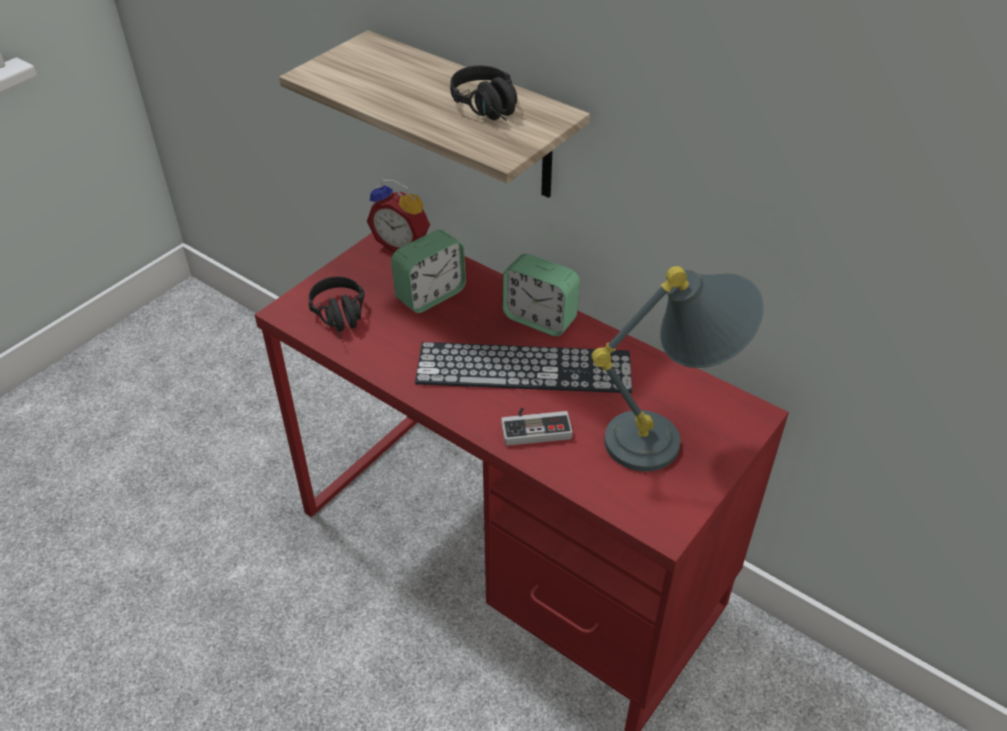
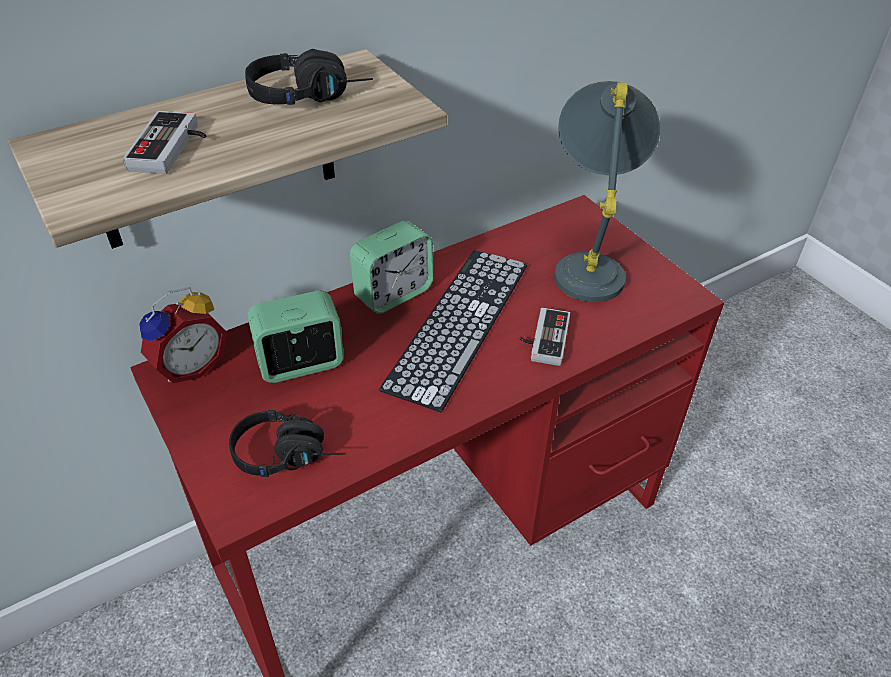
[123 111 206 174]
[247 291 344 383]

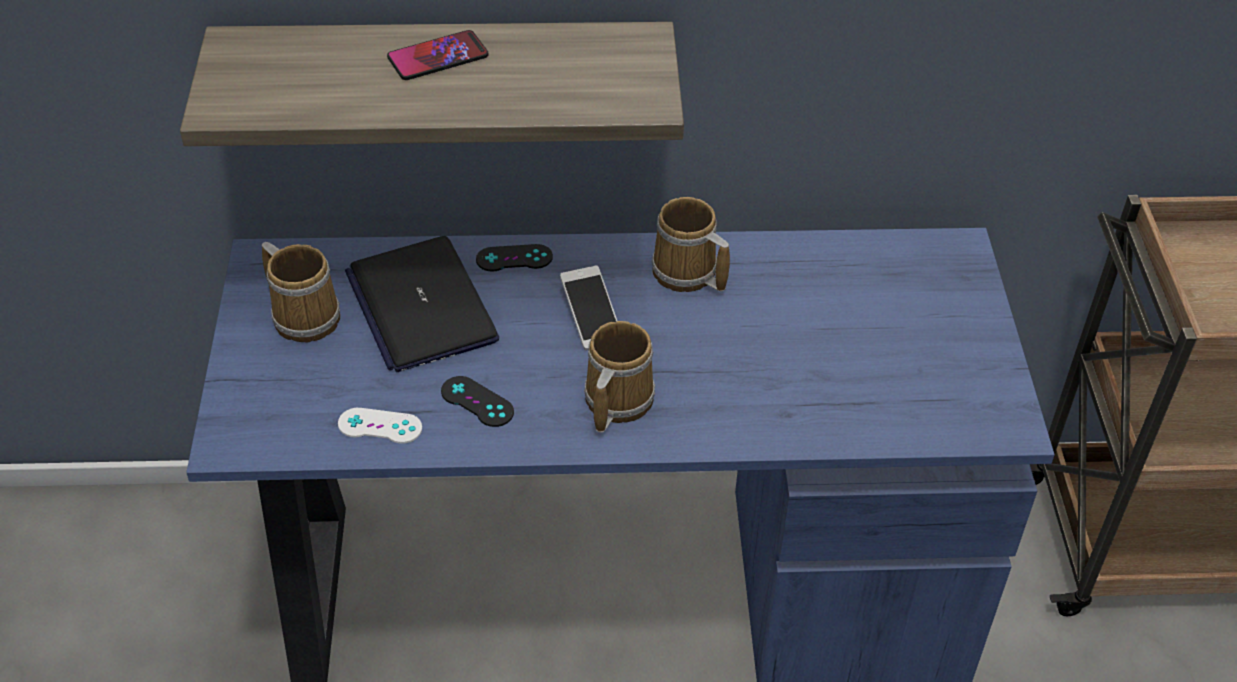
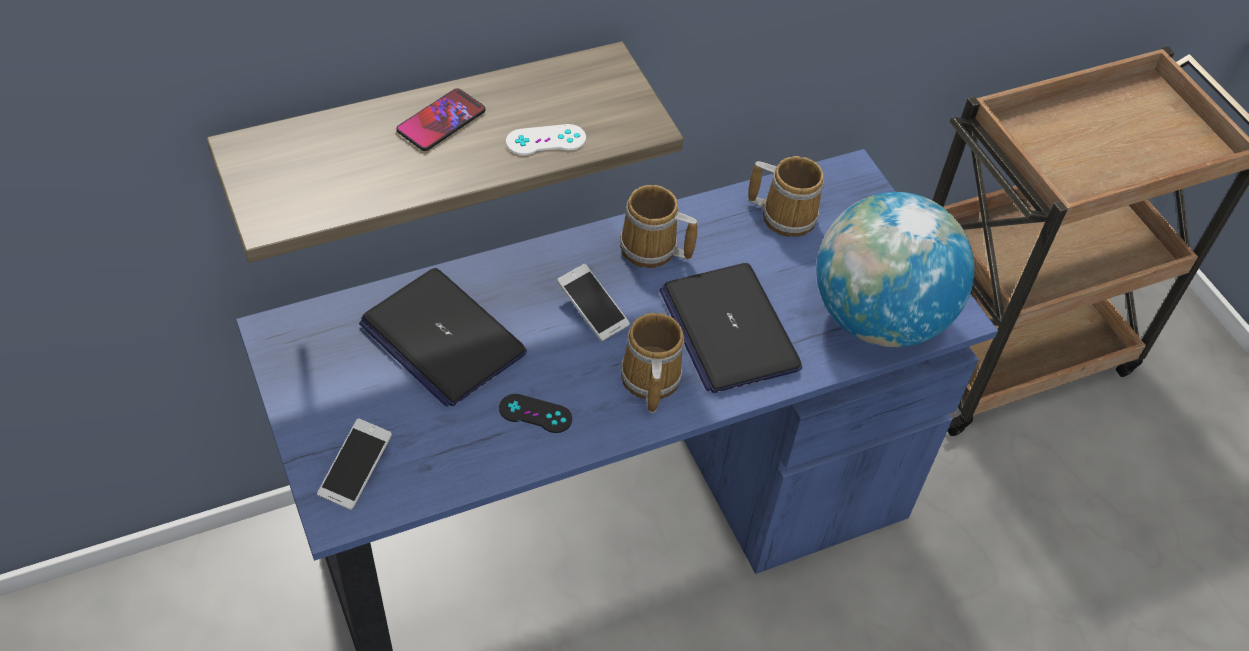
[317 418 392 510]
[506 124 586 155]
[659 263 802 393]
[748 156 824 237]
[817 192 974 347]
[476 244 553 272] (first image)

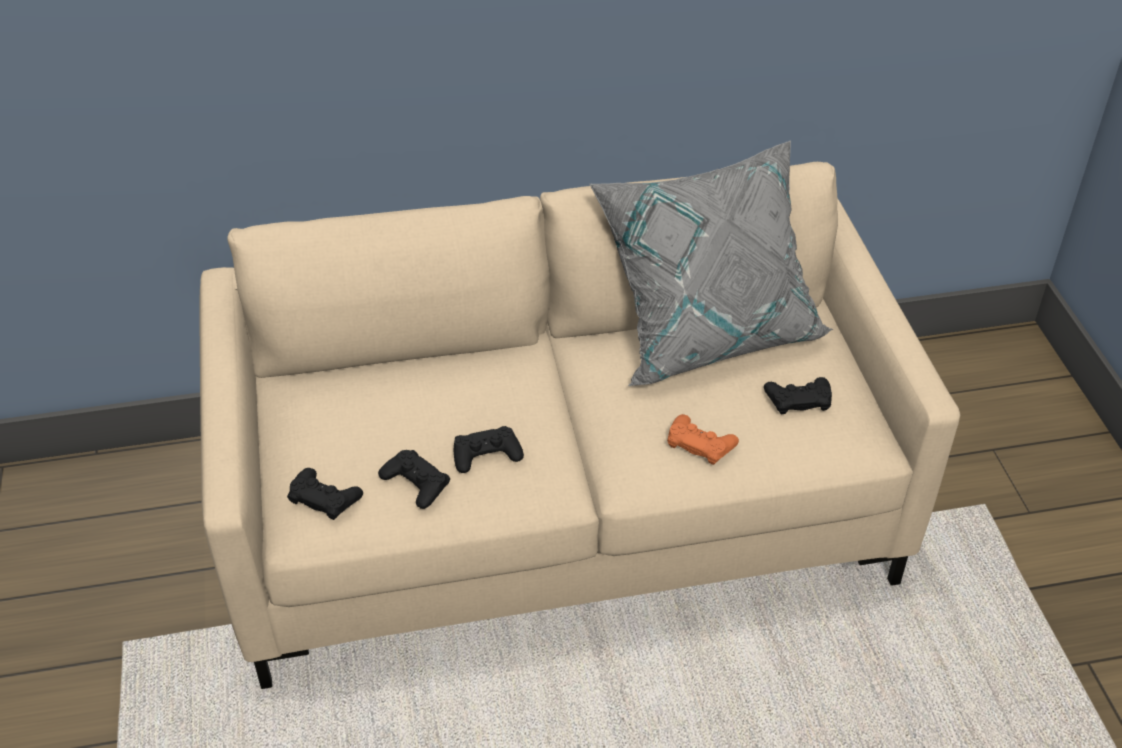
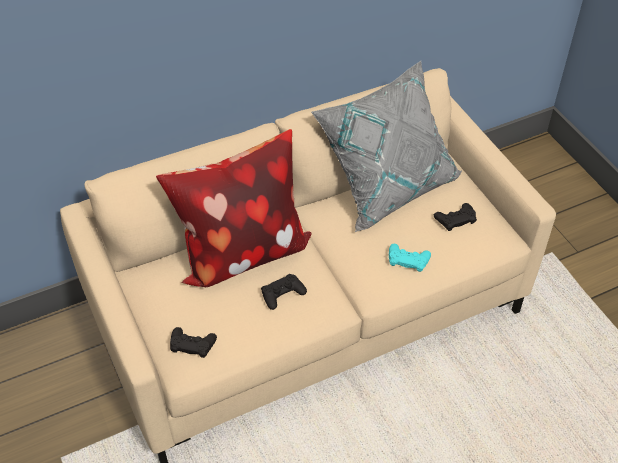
[156 129 312 287]
[389 244 431 272]
[378 450 450 509] (first image)

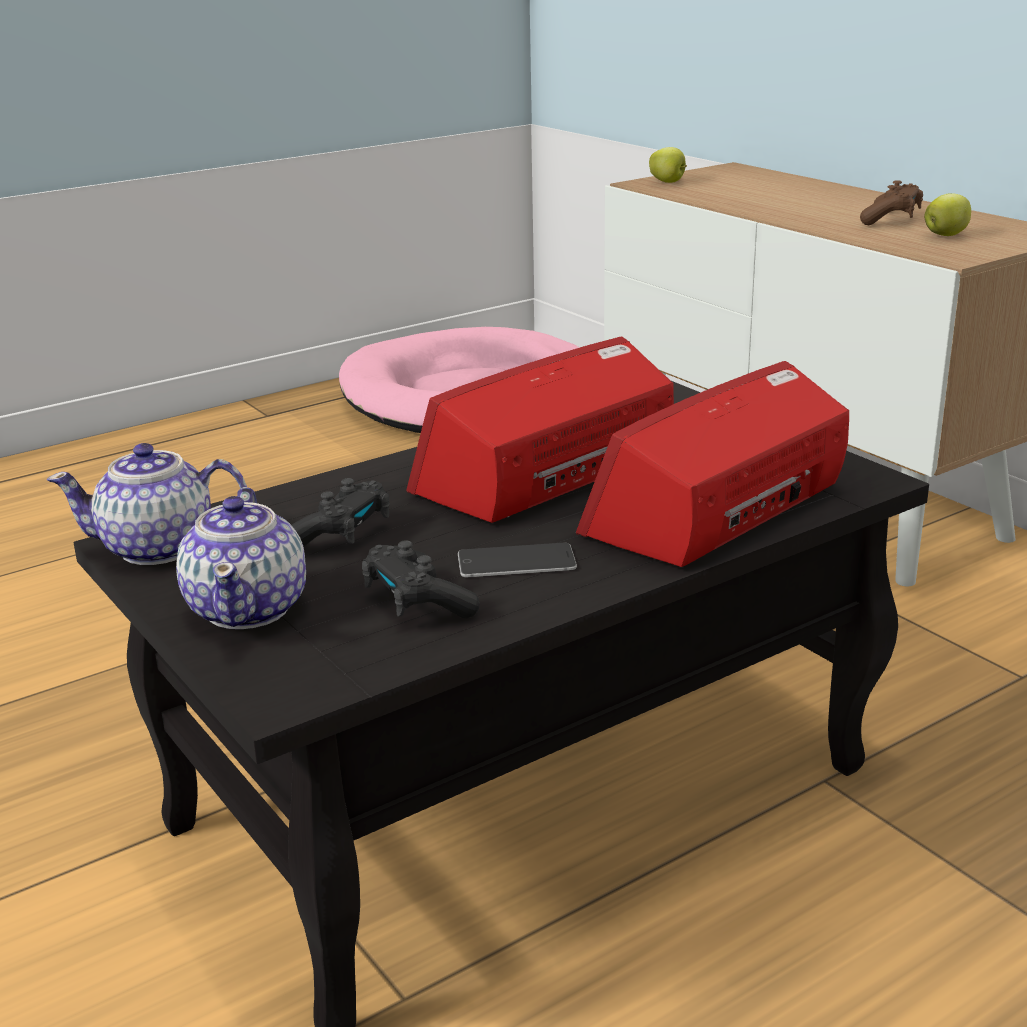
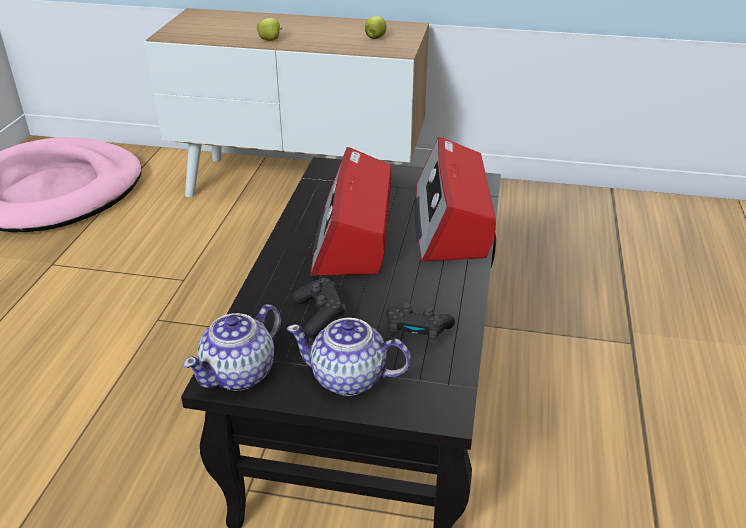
[257 18 283 41]
[286 318 411 396]
[458 543 577 577] (first image)
[860 180 923 225] (first image)

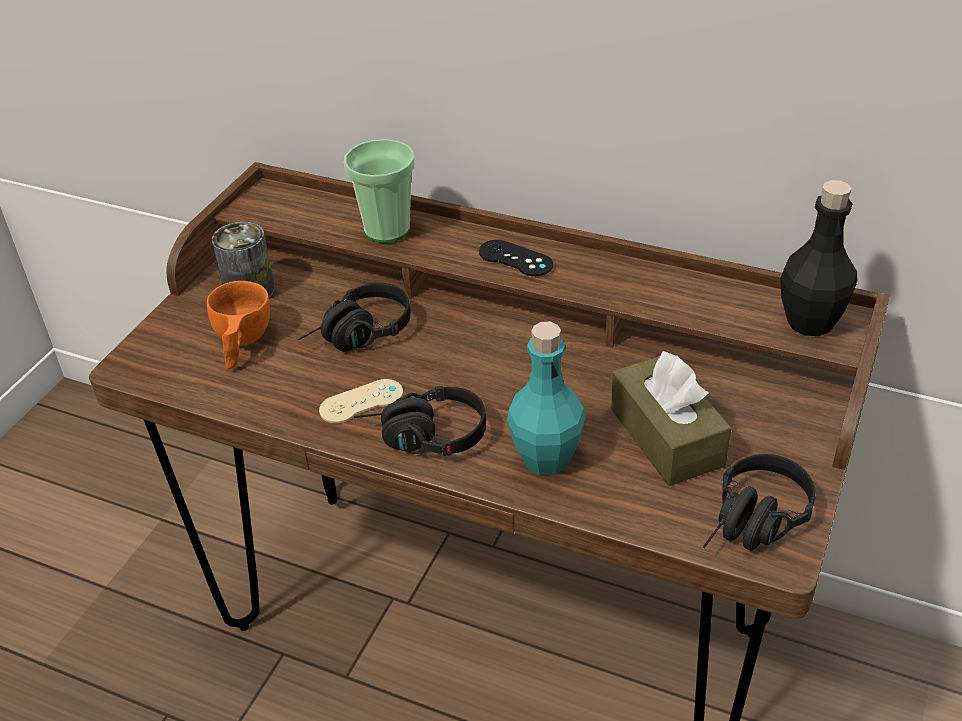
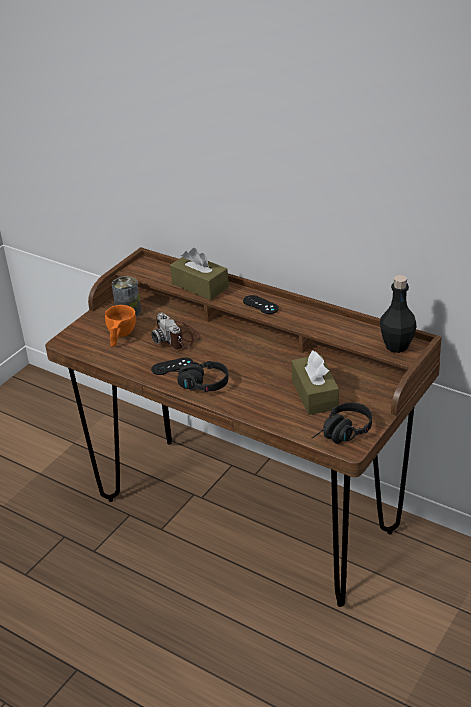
[151 313 201 349]
[151 357 193 375]
[170 248 229 300]
[507 322 586 475] (first image)

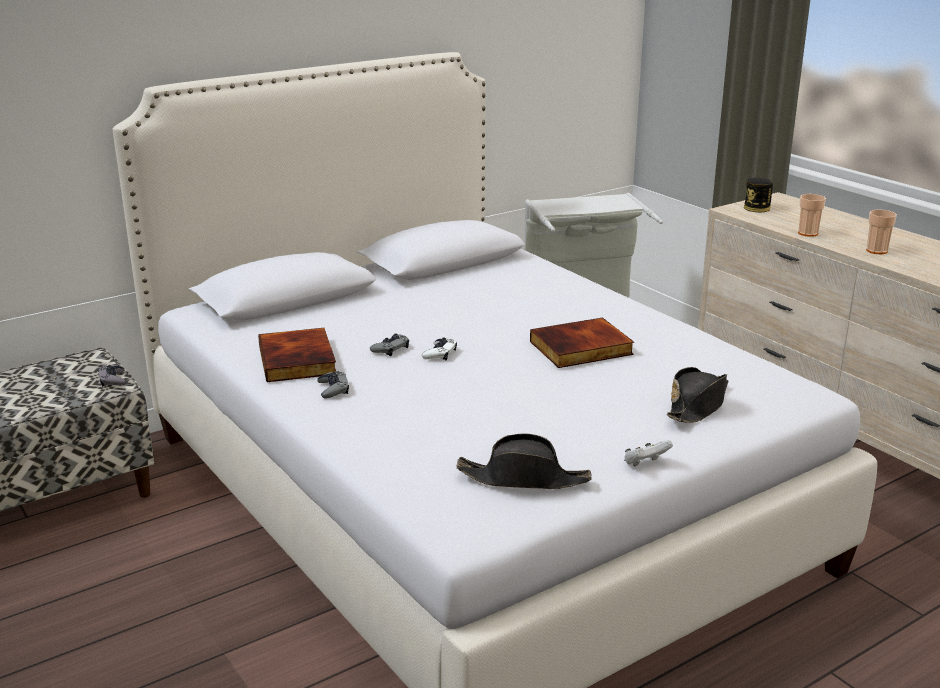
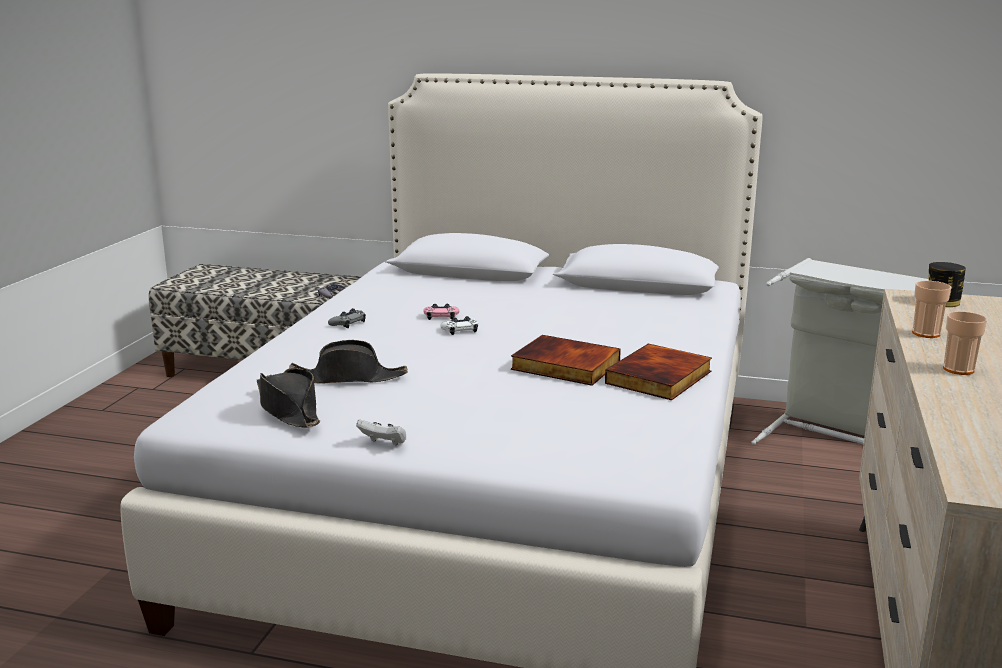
[289 340 407 384]
[423 304 459 320]
[605 344 712 400]

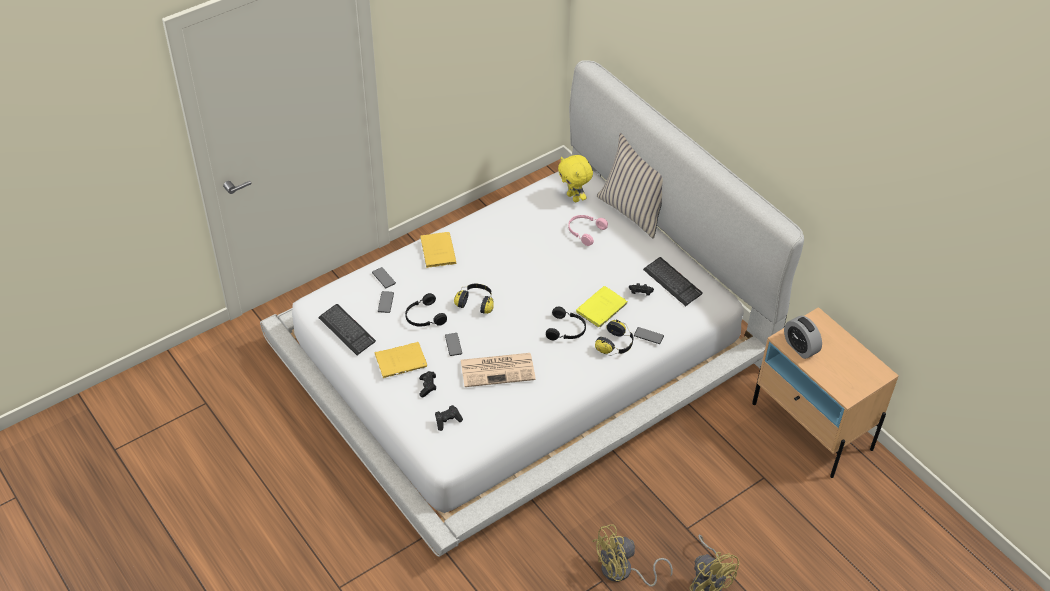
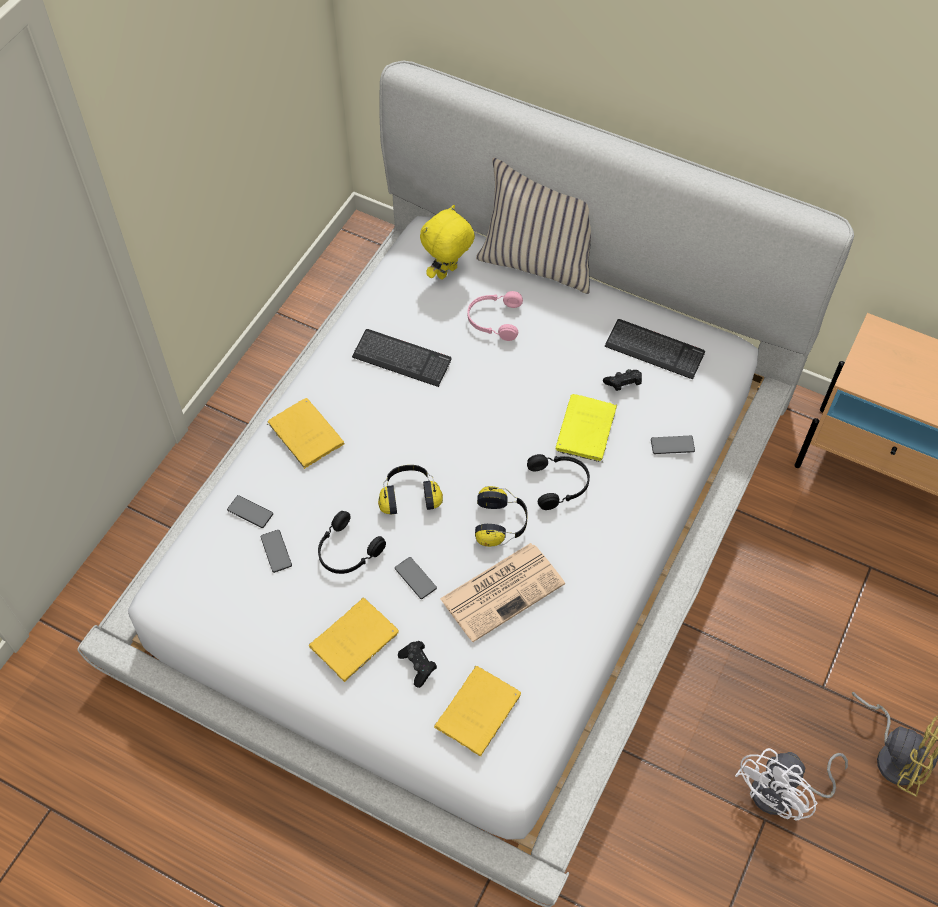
[352 329 452 387]
[420 205 475 279]
[434 666 521 756]
[475 486 528 547]
[735 748 848 820]
[784 316 822 359] (first image)

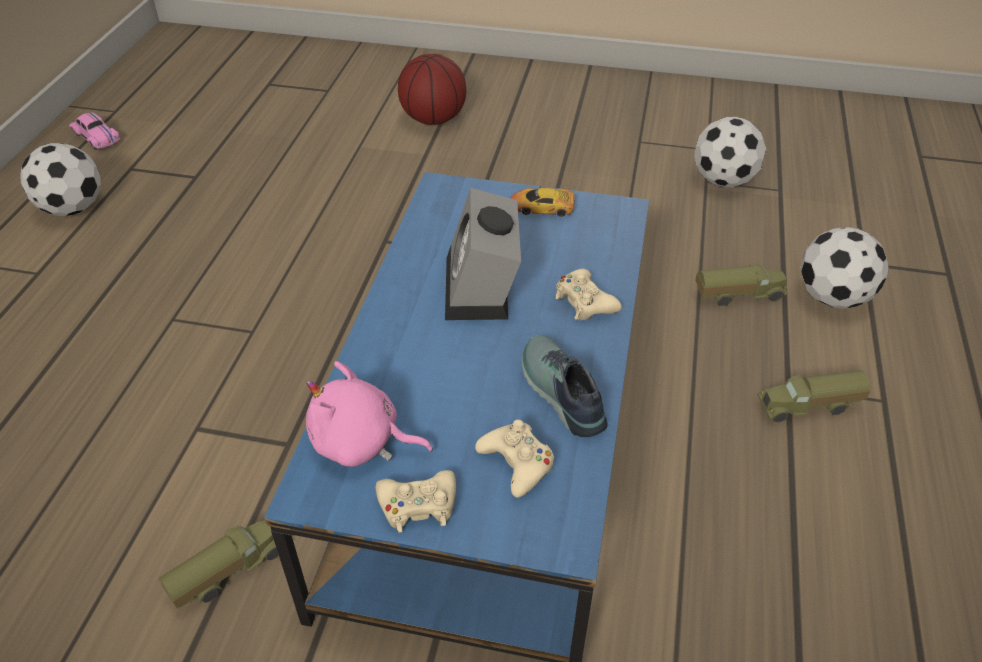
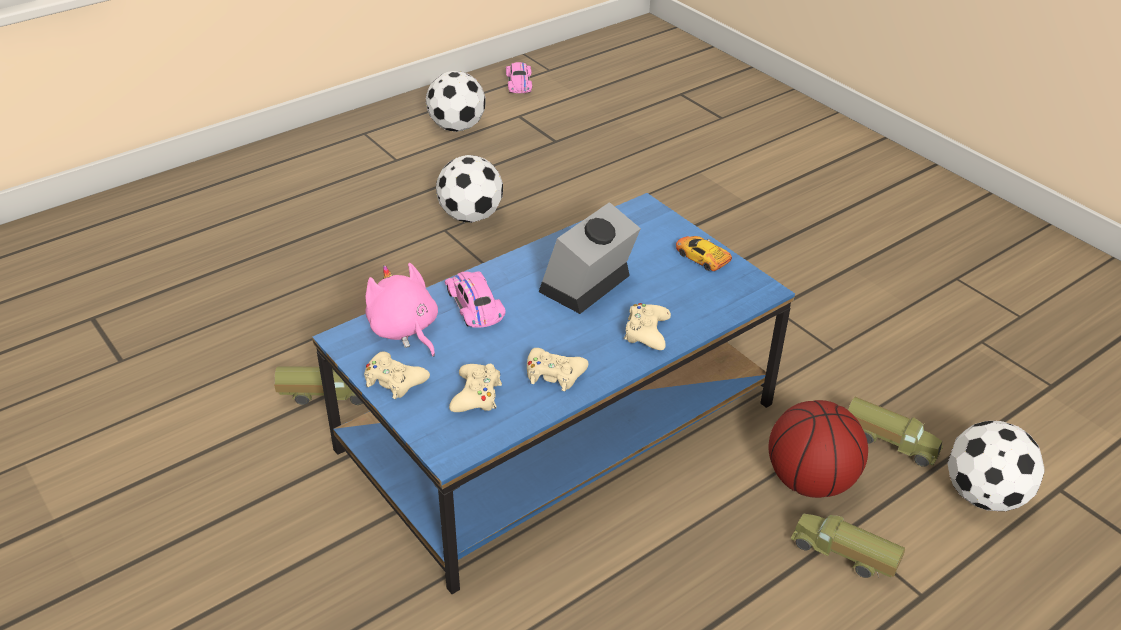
[436 155 503 223]
[445 272 506 328]
[527 348 589 391]
[769 400 868 498]

